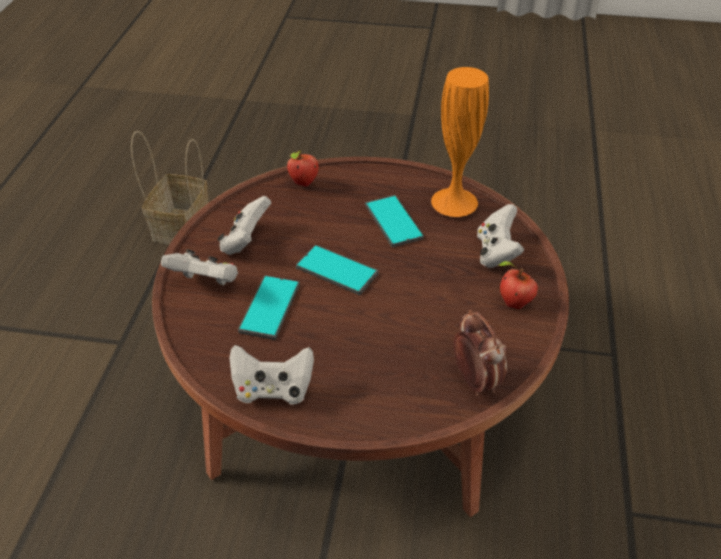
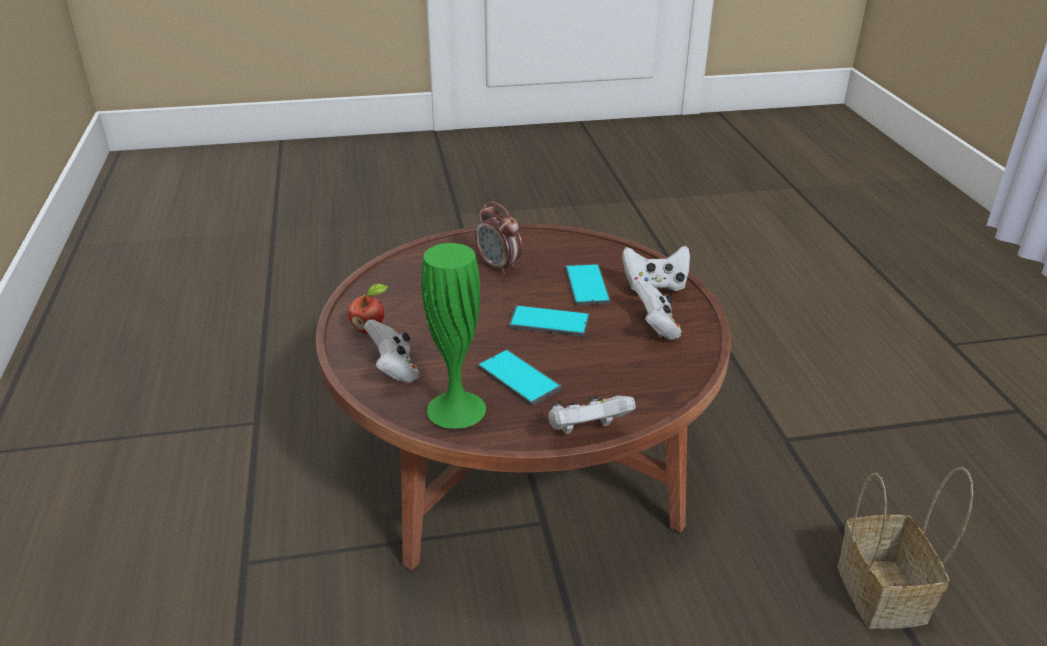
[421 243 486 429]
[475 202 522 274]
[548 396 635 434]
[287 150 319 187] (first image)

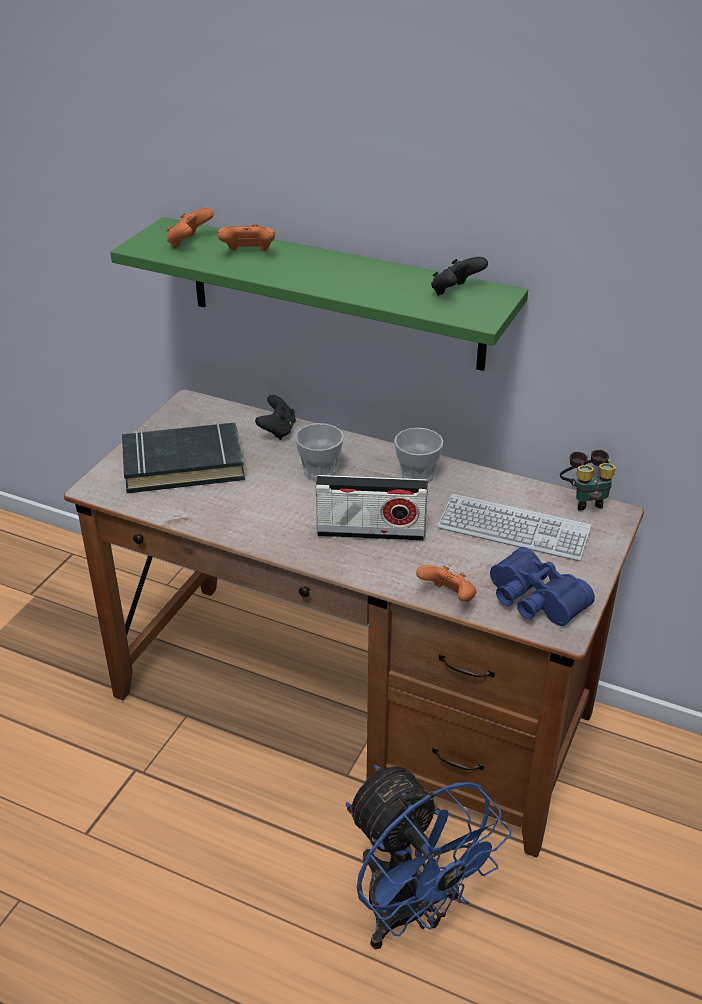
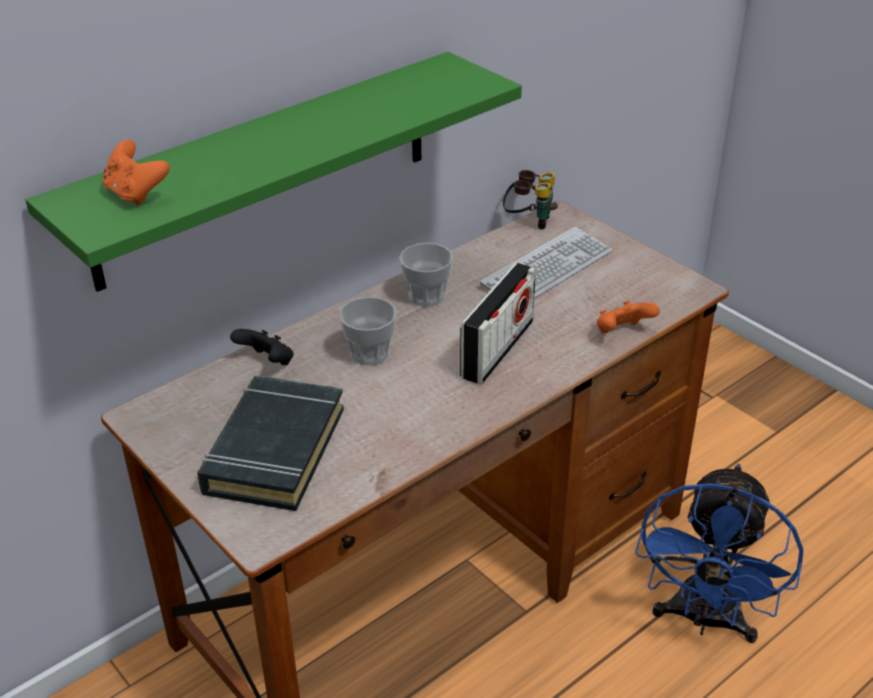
[635 464 803 643]
[217 224 275 251] (first image)
[431 257 488 295] (first image)
[490 547 595 626] (first image)

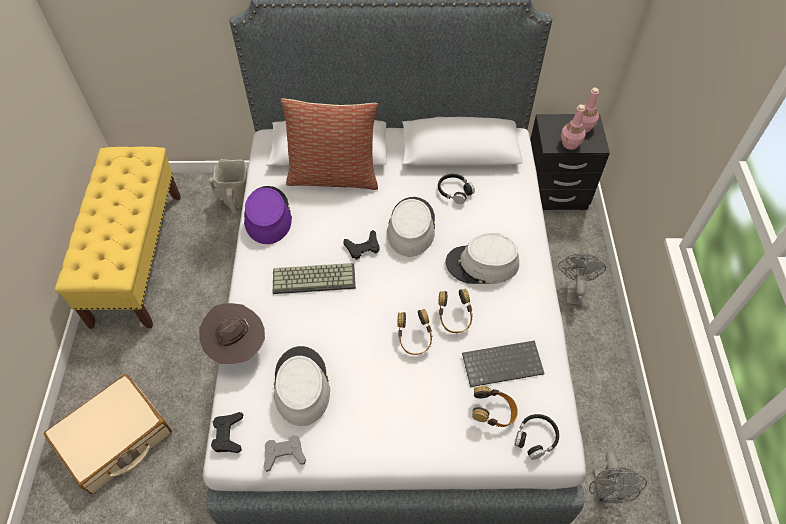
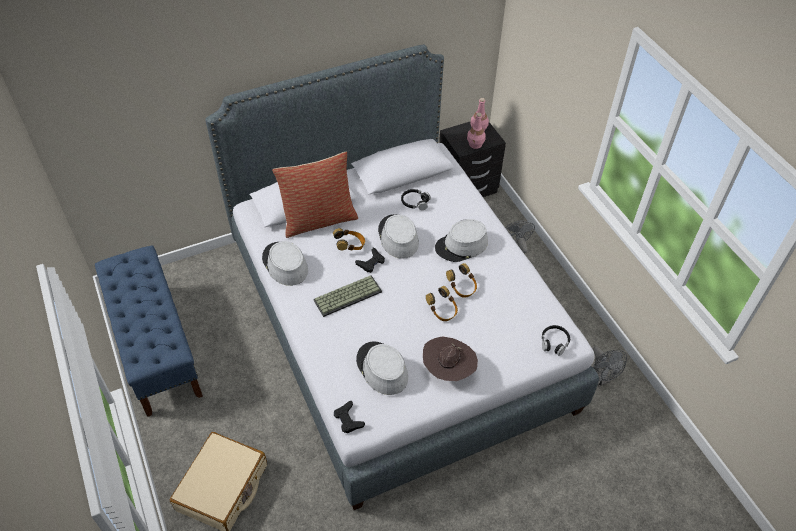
[95 245 203 417]
[262 241 308 286]
[333 228 365 250]
[423 336 478 381]
[209 159 247 214] (first image)
[263 435 306 472] (first image)
[462 340 545 387] (first image)

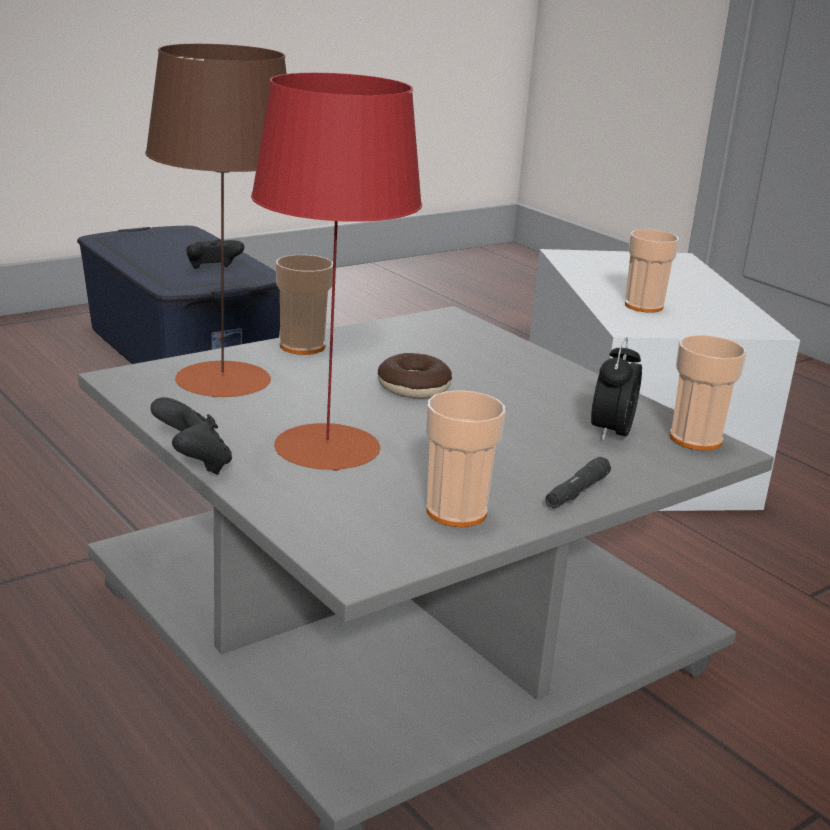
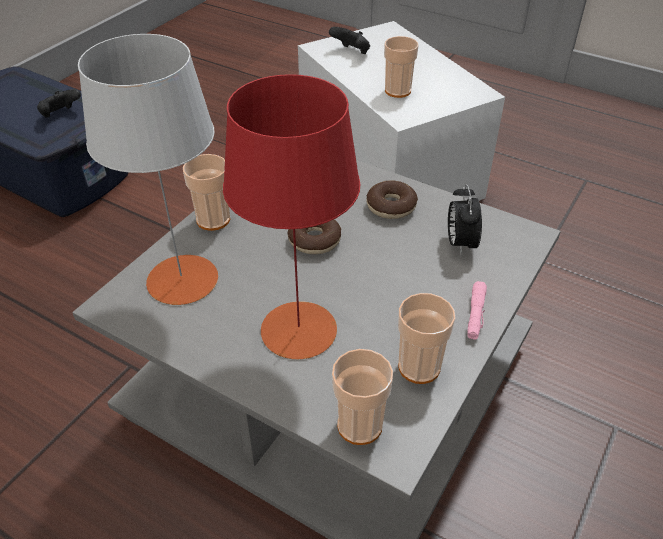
[78 34 218 305]
[329 27 370 54]
[332 349 393 445]
[366 181 418 219]
[467 281 487 340]

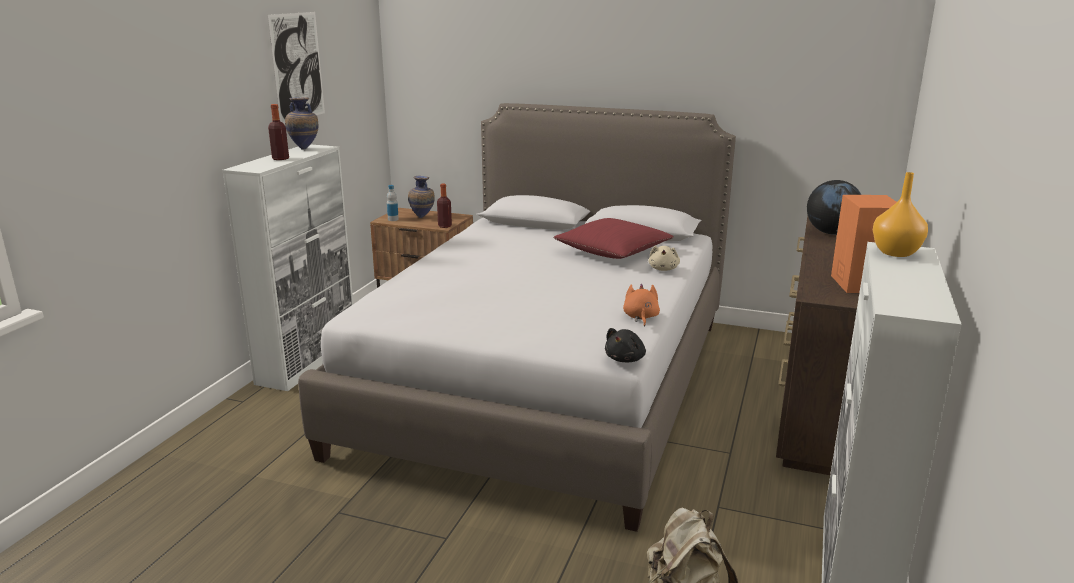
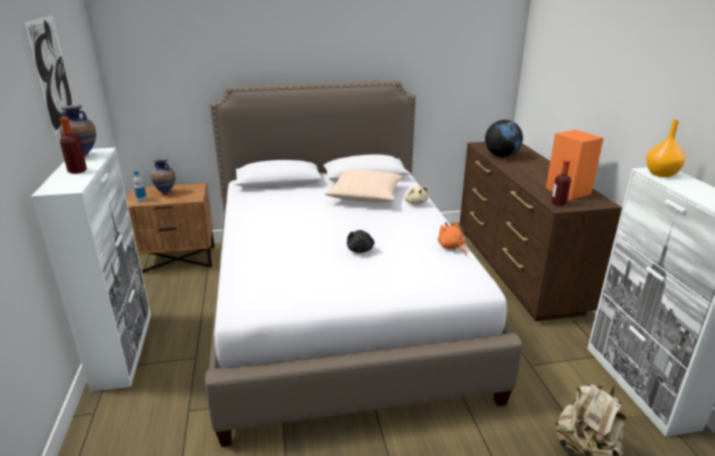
[325 170 403 202]
[347 230 374 253]
[551 160 571 206]

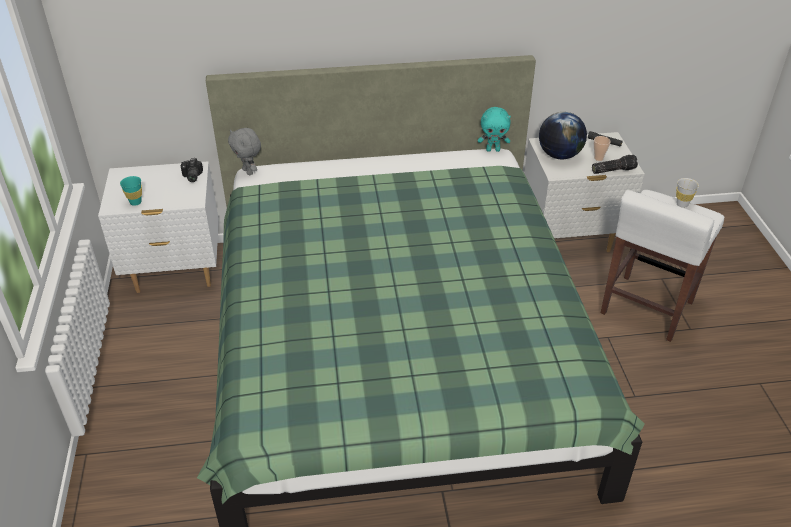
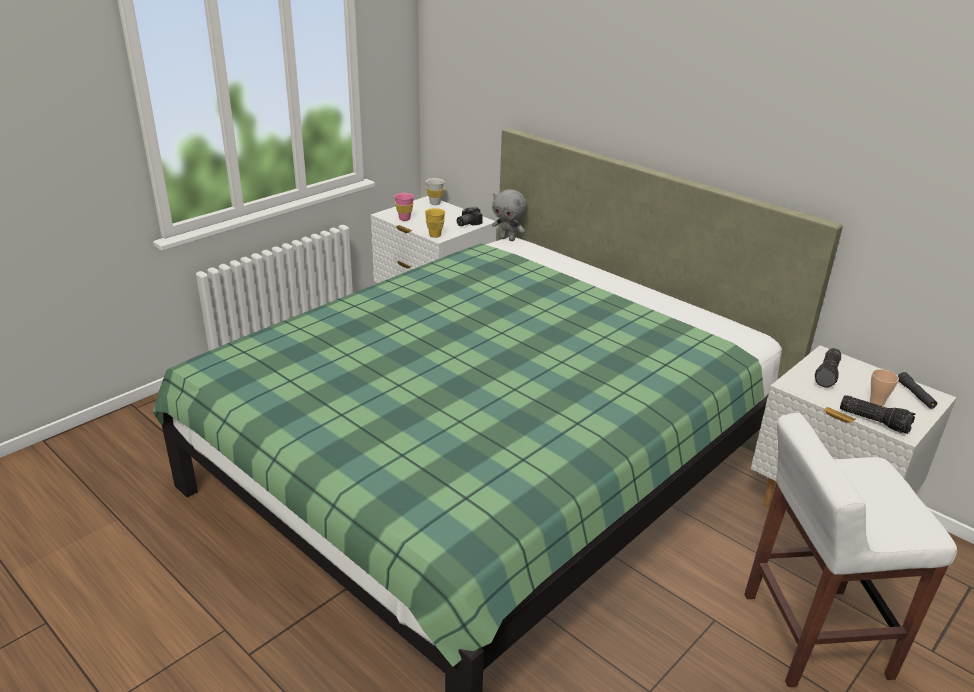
[394 193 414 221]
[425 208 445 238]
[426 178 445 205]
[492 189 527 241]
[815 348 842 388]
[478 107 511 152] (first image)

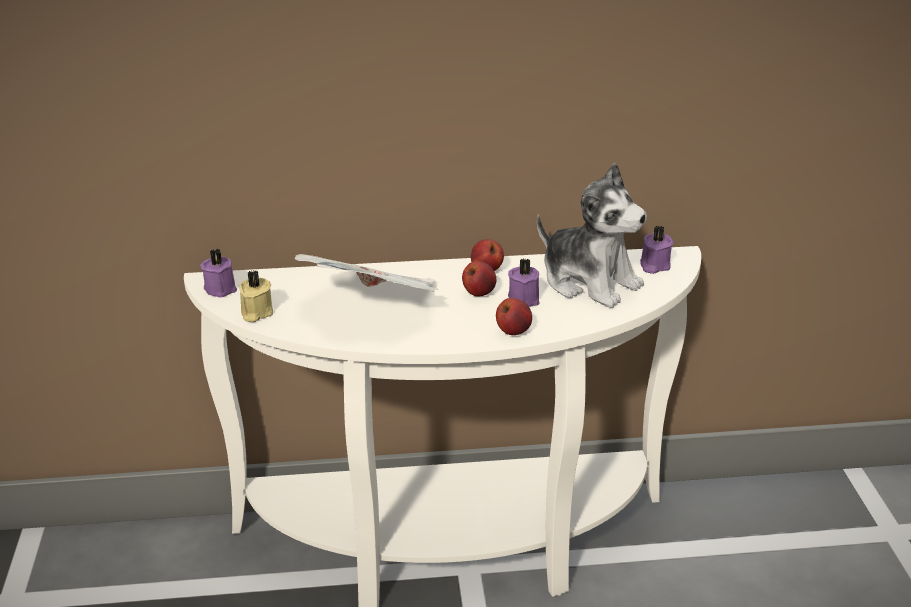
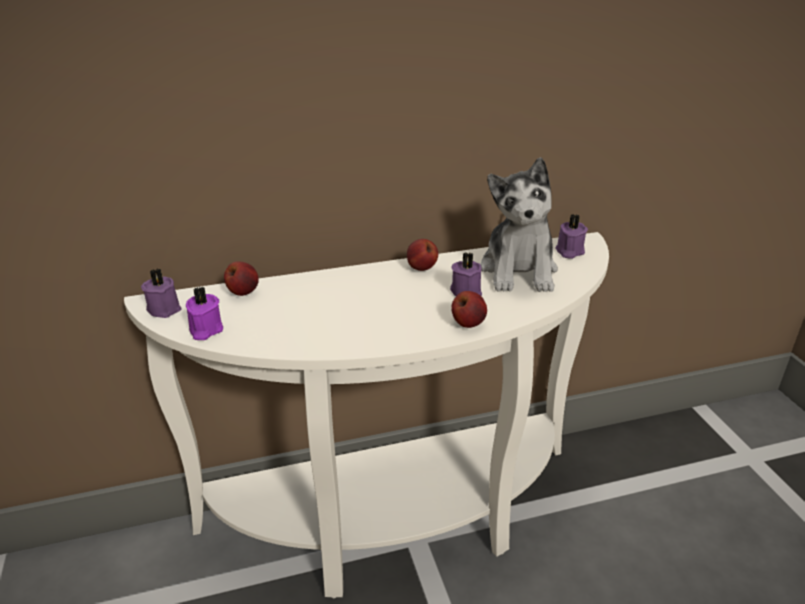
[186 286 223 340]
[224 261 259 296]
[480 157 558 292]
[295 254 439 292] (first image)

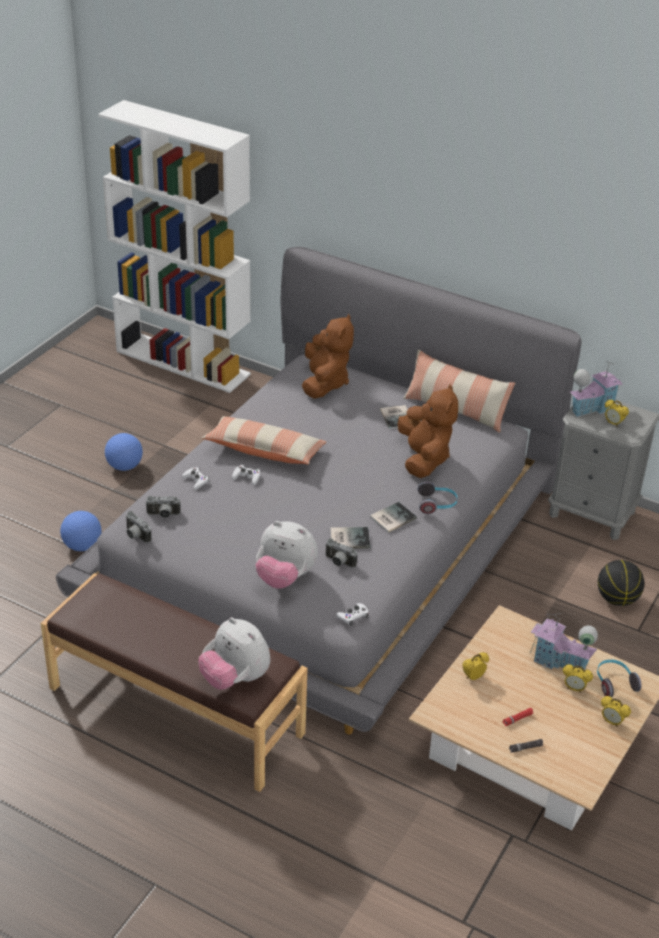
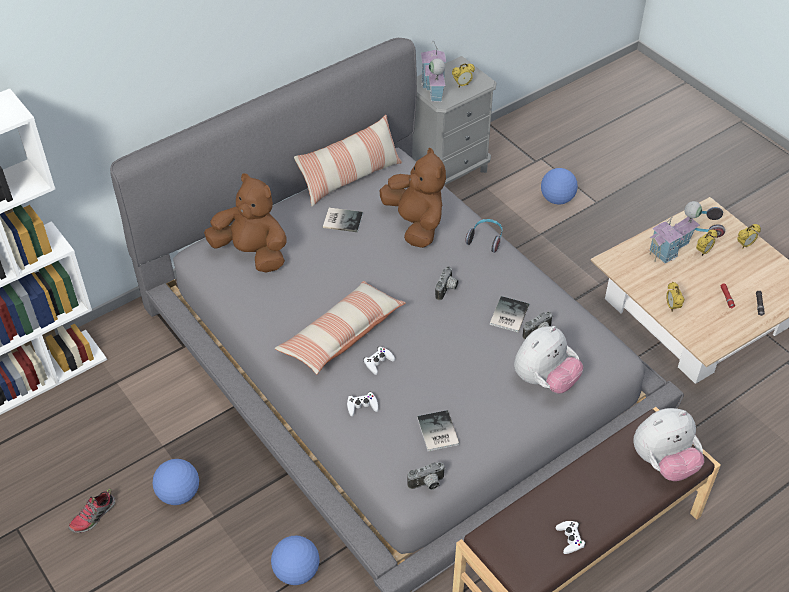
[68 489 115 533]
[379 148 446 248]
[417 410 459 451]
[435 266 459 301]
[541 168 578 204]
[556 521 586 554]

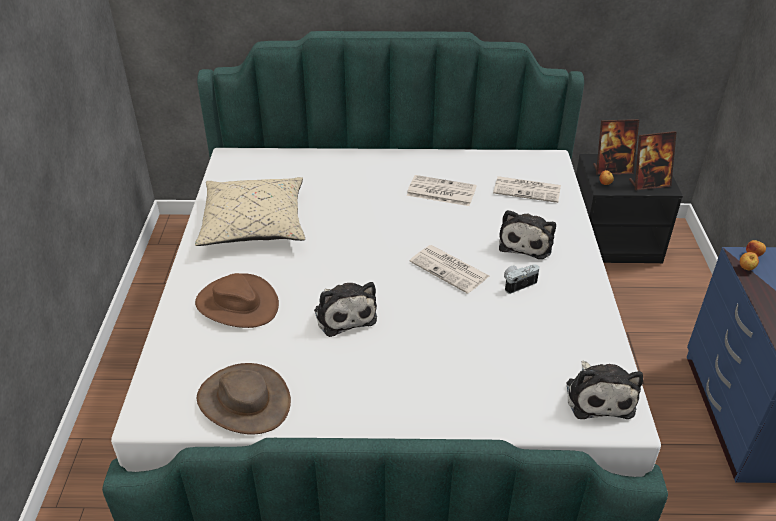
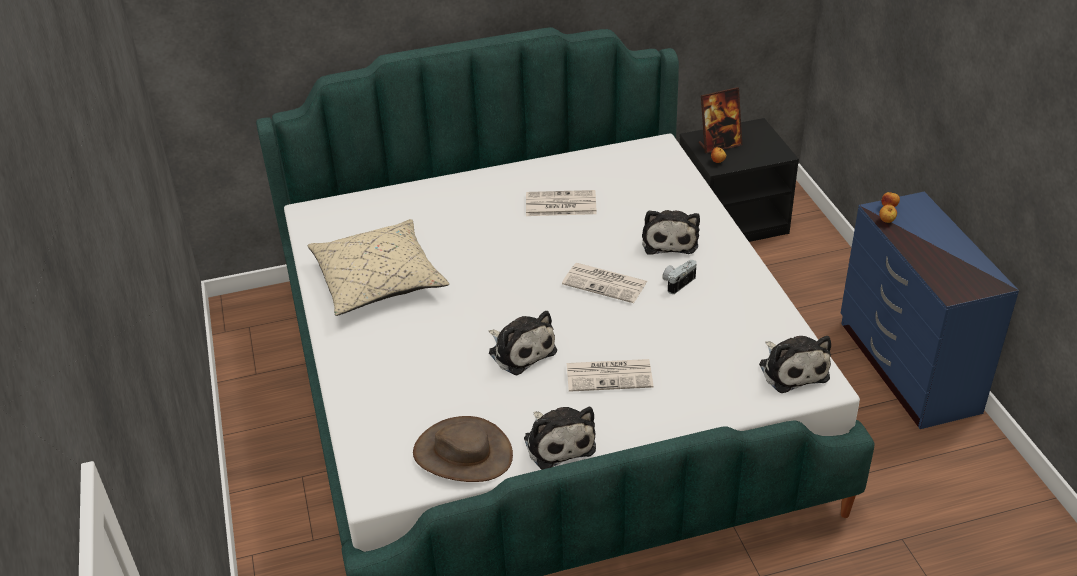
[524 407 596 469]
[567 359 653 392]
[195 273 279 328] (first image)
[629 131 677 190] (first image)

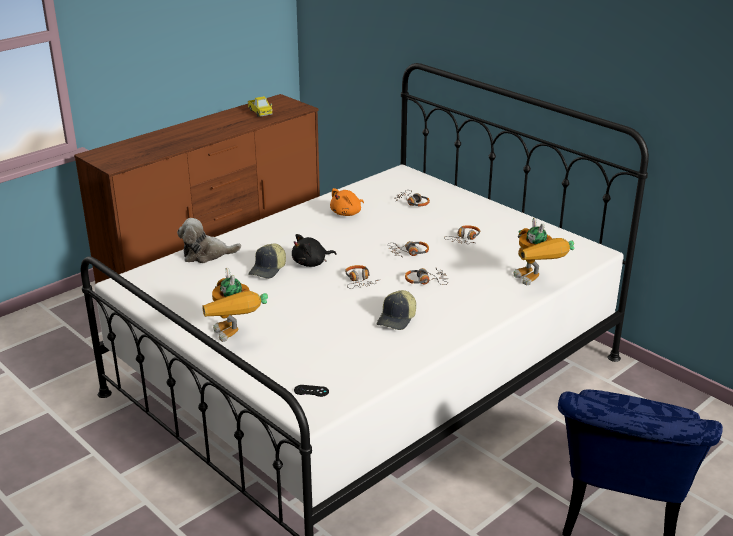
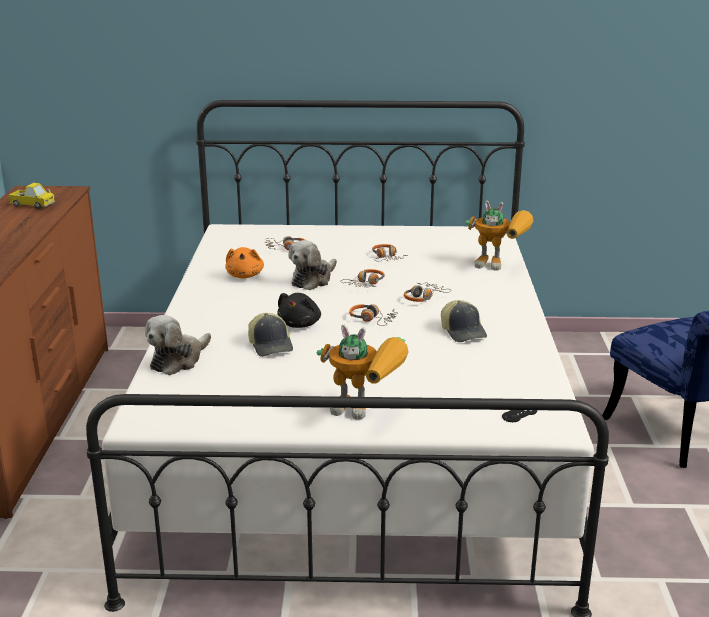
[288 240 337 290]

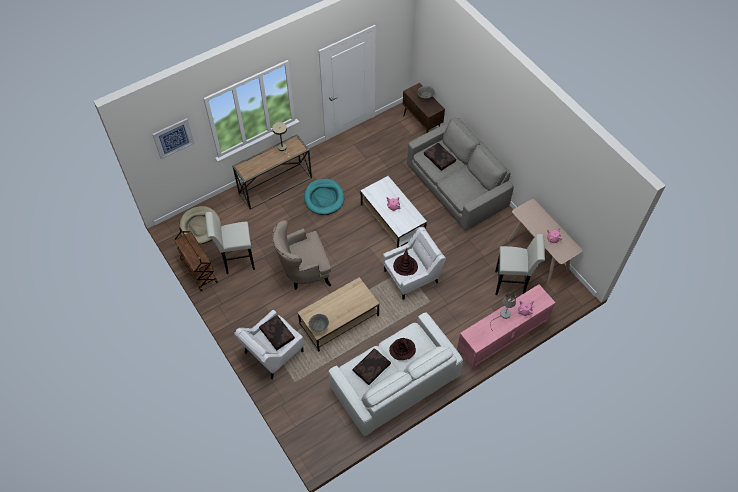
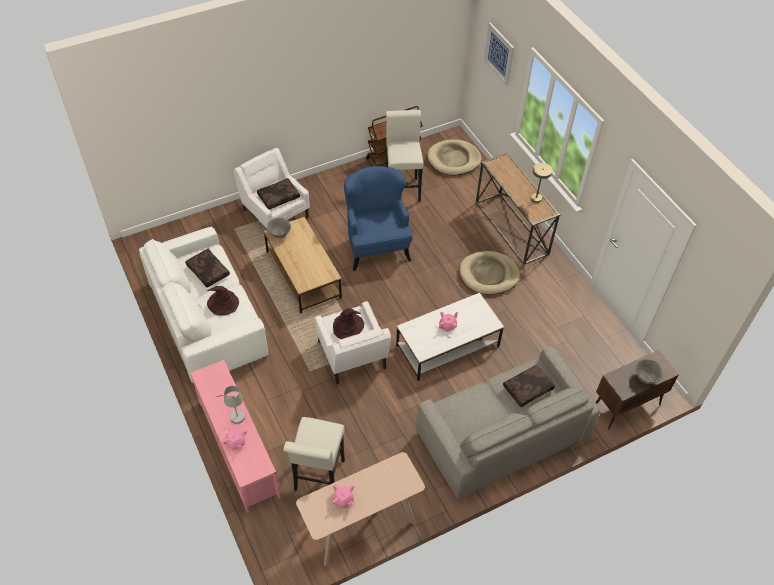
[344 166 412 271]
[459 251 520 295]

